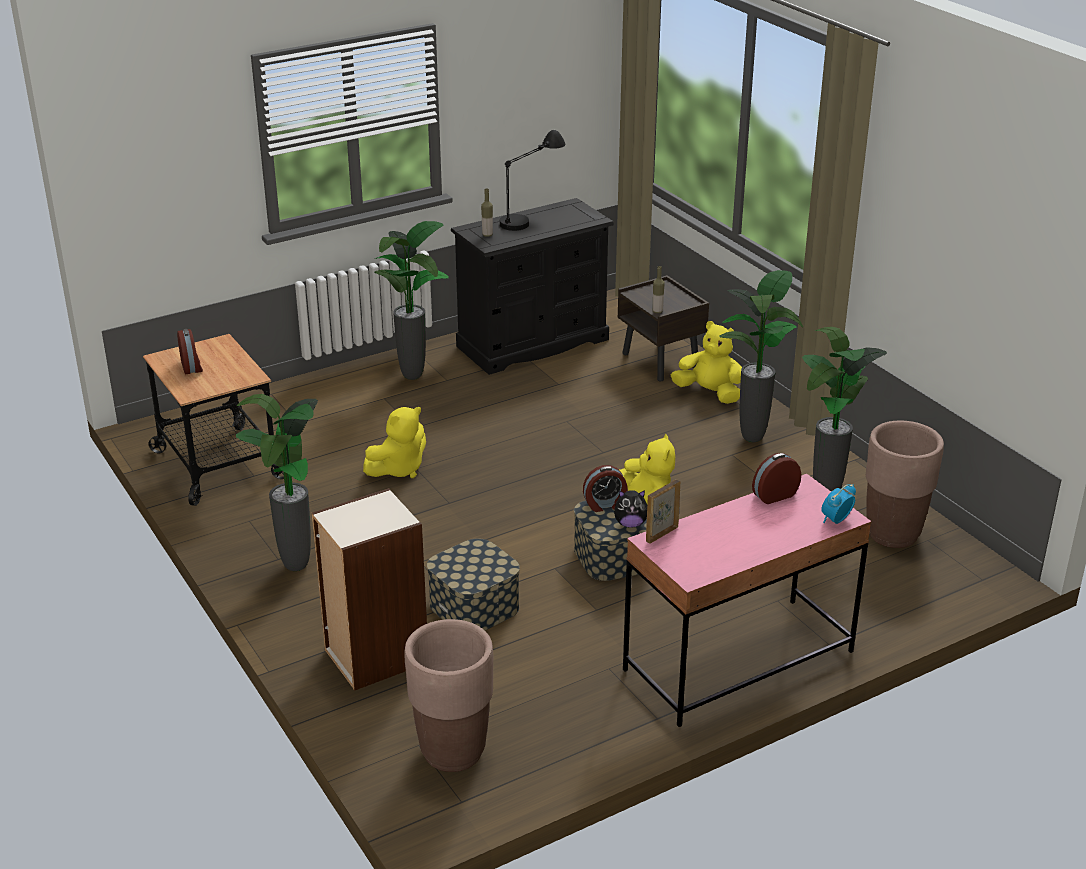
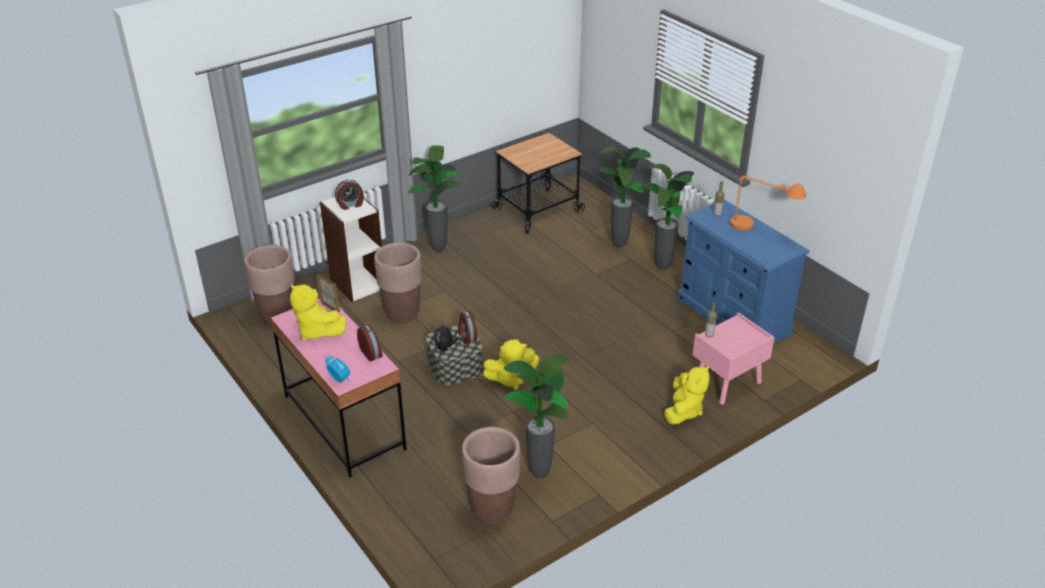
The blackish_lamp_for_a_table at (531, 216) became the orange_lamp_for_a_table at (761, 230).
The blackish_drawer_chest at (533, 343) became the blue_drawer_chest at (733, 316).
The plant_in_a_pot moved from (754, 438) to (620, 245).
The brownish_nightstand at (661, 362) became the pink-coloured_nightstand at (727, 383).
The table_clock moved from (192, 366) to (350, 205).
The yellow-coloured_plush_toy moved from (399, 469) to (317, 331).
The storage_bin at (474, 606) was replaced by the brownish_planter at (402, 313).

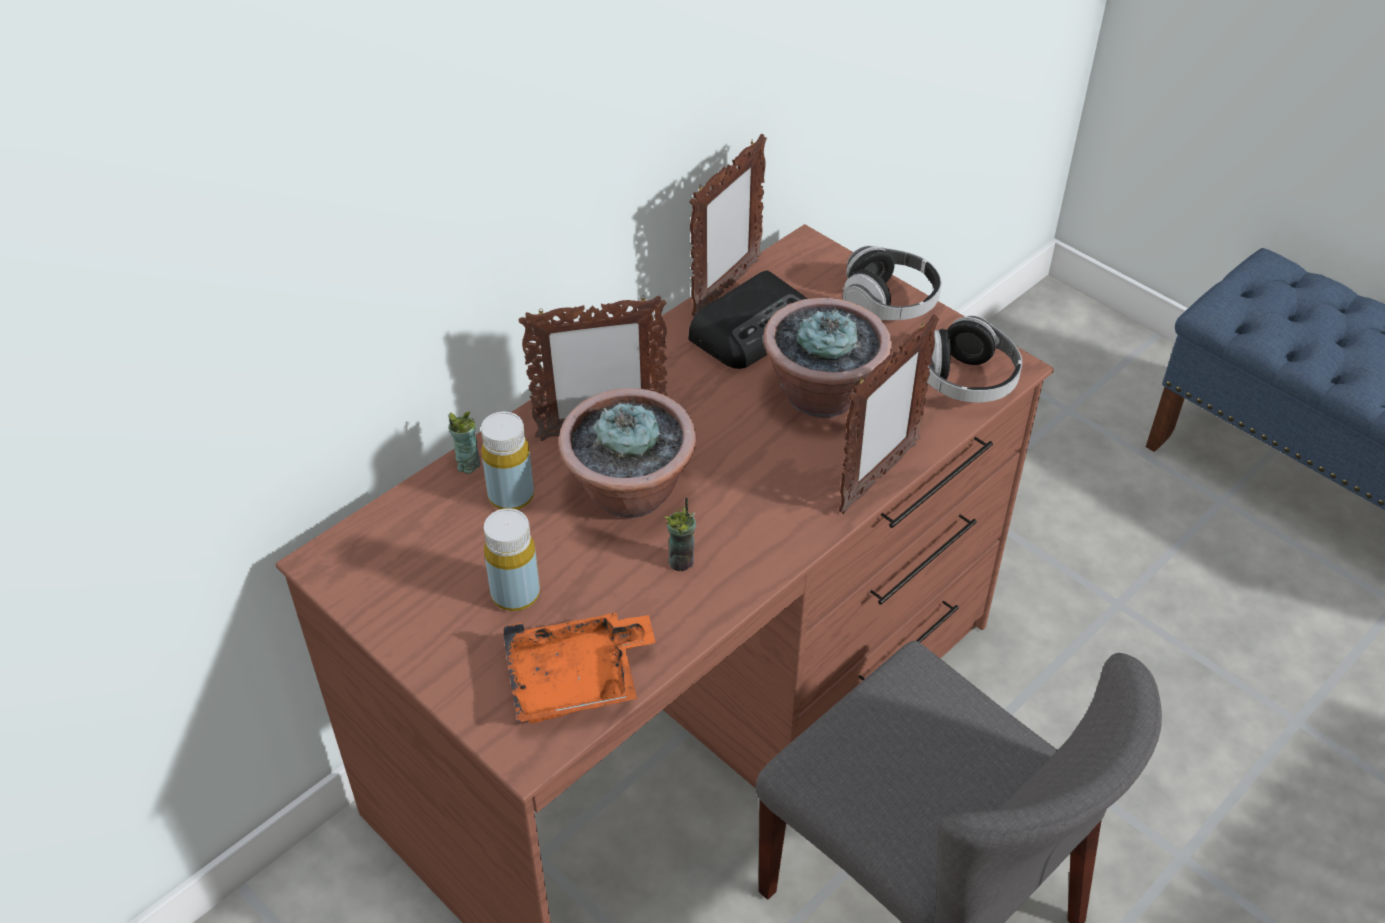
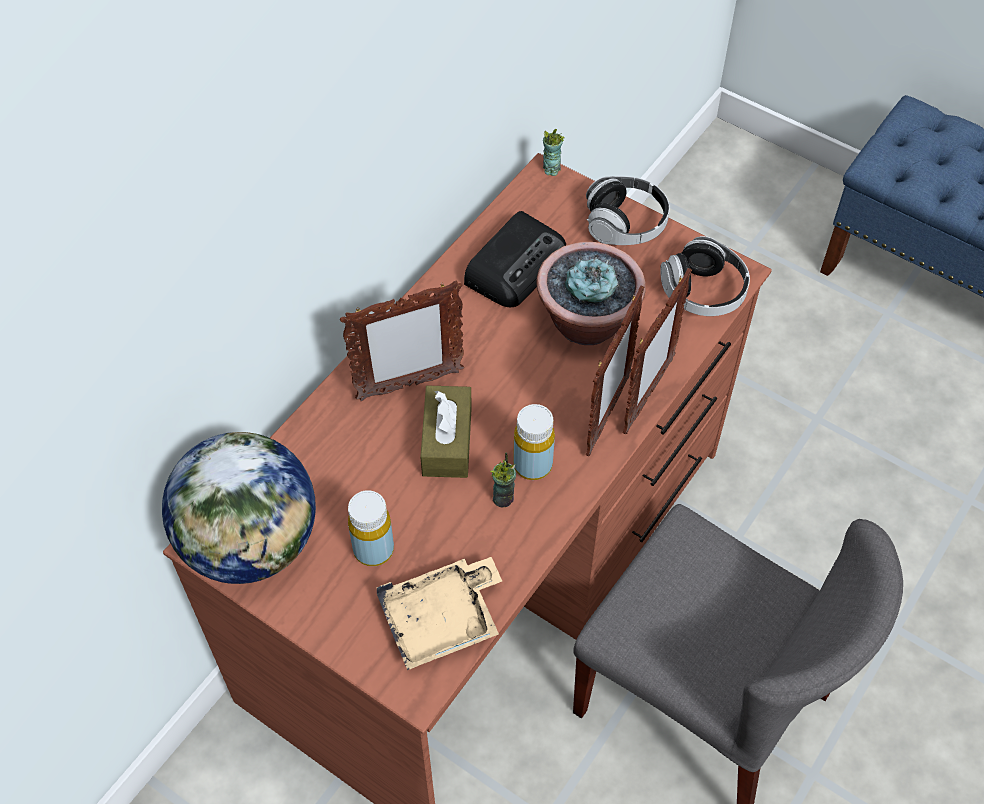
The picture_frame moved from (725, 289) to (607, 415).
The plant_in_a_pot at (630, 494) was replaced by the brownish_box_of_tissues at (447, 441).
The small_cup moved from (468, 464) to (551, 169).
The yellow-coloured_drink_bottle moved from (511, 496) to (532, 465).
The orange_carrying_tray at (577, 680) became the sand-coloured_carrying_tray at (443, 620).
The world_globe at (252, 543) appeared.

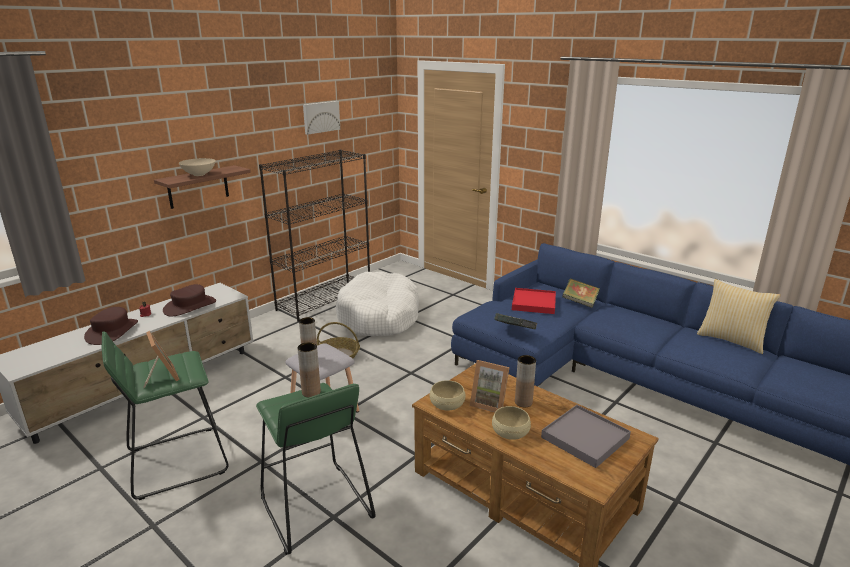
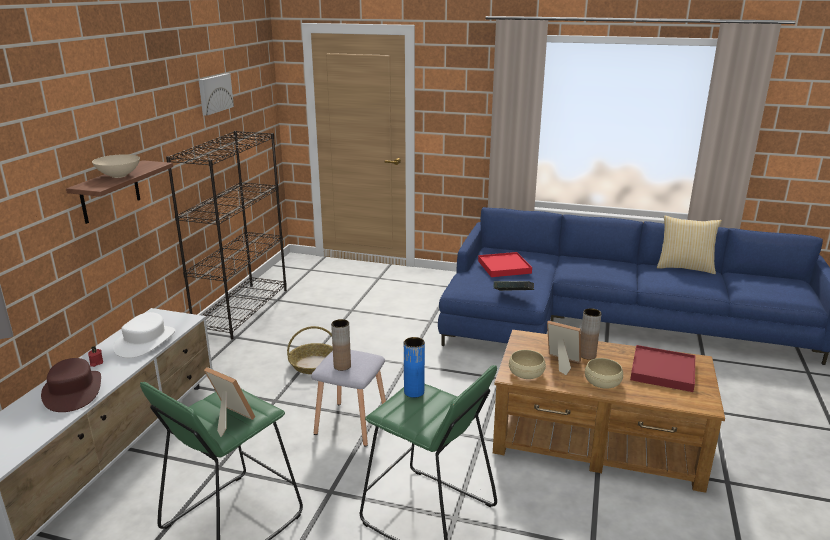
The white_pet_bed at (379, 316) disappeared.
The bound_book at (580, 302) disappeared.
The brownish_hat at (190, 306) became the white_hat at (145, 341).
The brownish_decorative_vase at (311, 392) became the blue_decorative_vase at (414, 392).
The picture_frame at (489, 403) turned 150 degrees counterclockwise.
The gray_carrying_tray at (585, 438) became the red_carrying_tray at (662, 371).

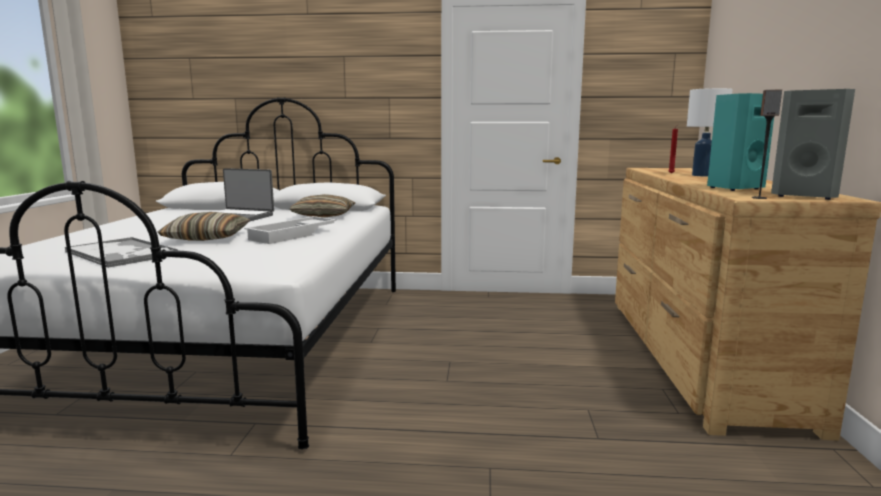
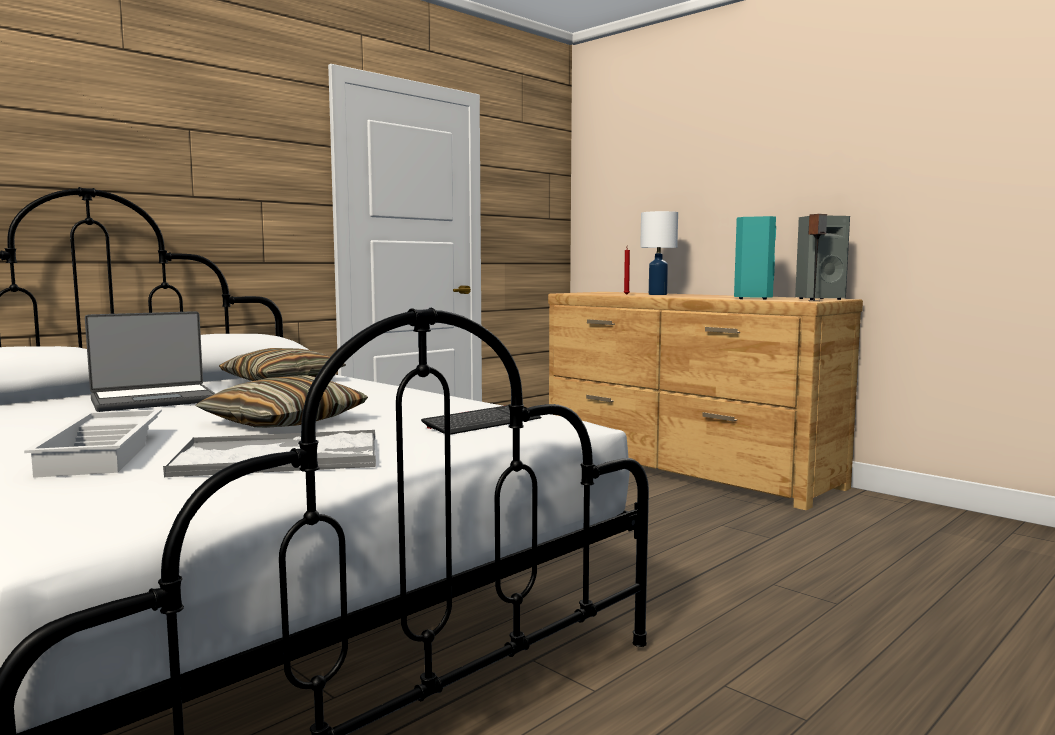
The white_carrying_tray moved from (293, 235) to (106, 452).
The keyboard at (482, 423) appeared.

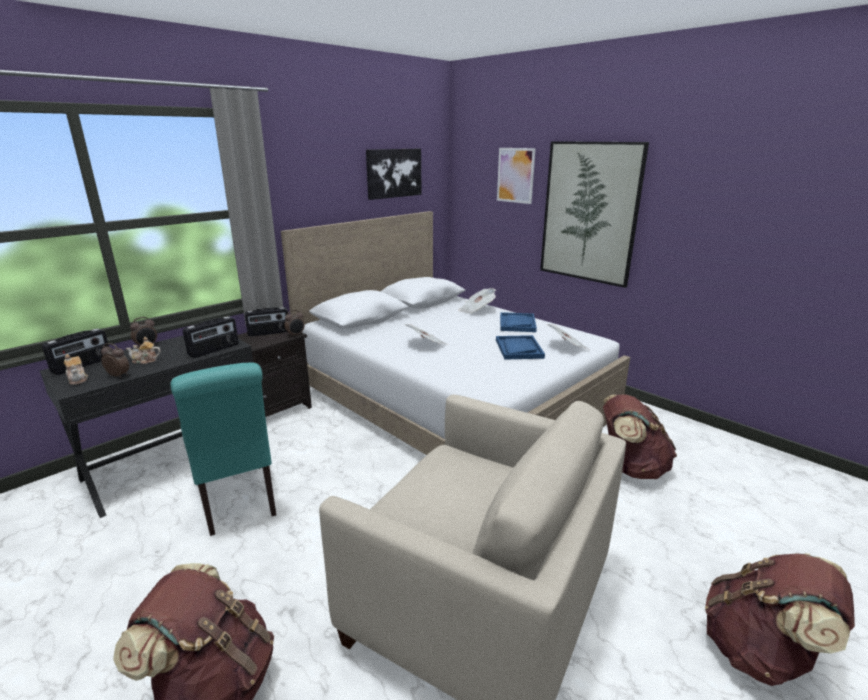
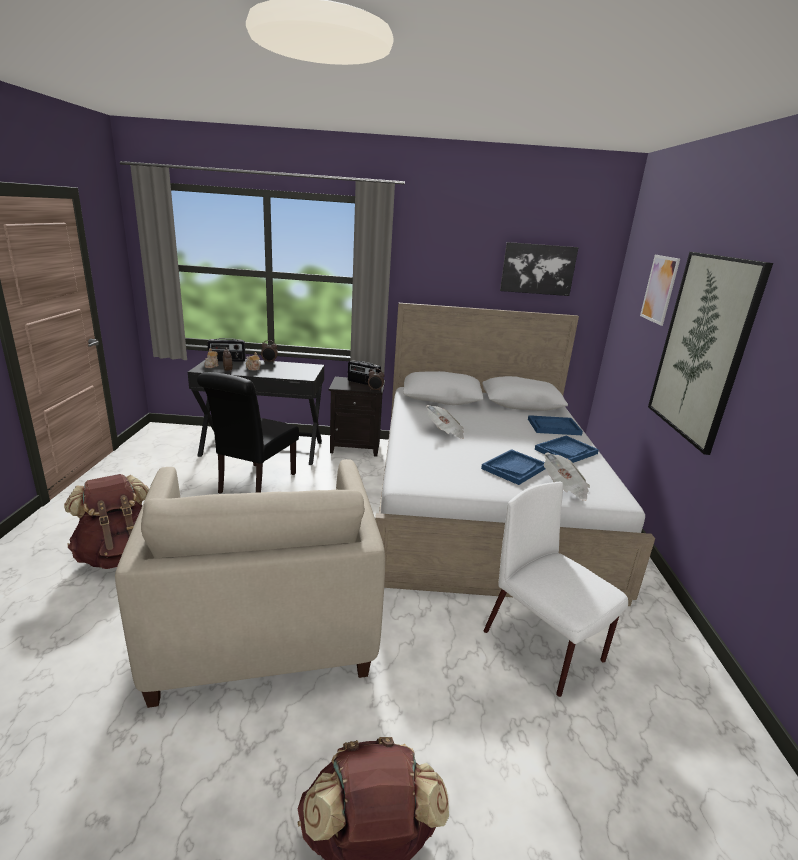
The printed_paper at (476, 310) was replaced by the blue_carrying_tray at (553, 427).
The radio_set at (214, 350) disappeared.
The turquoise_upright_chair at (238, 501) became the blackish_upright_chair at (254, 485).
The brownish_knapsack at (630, 467) was replaced by the white_upright_chair at (544, 647).

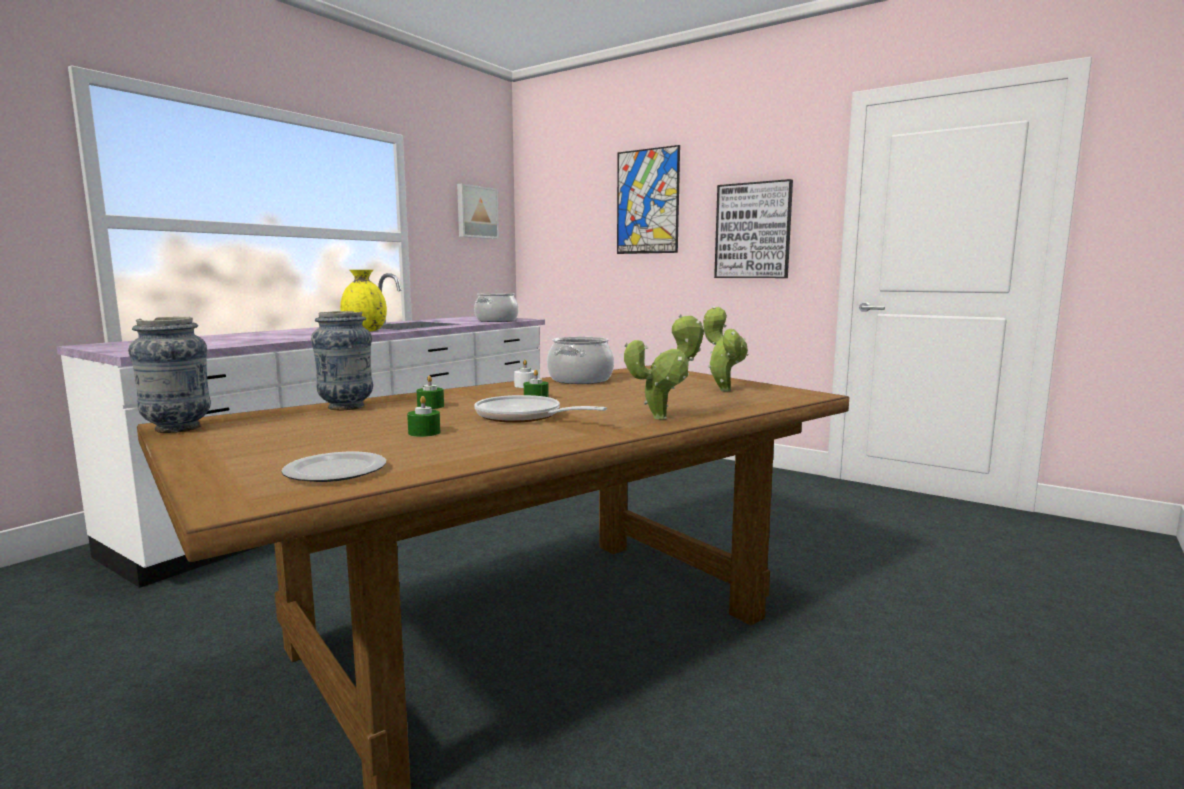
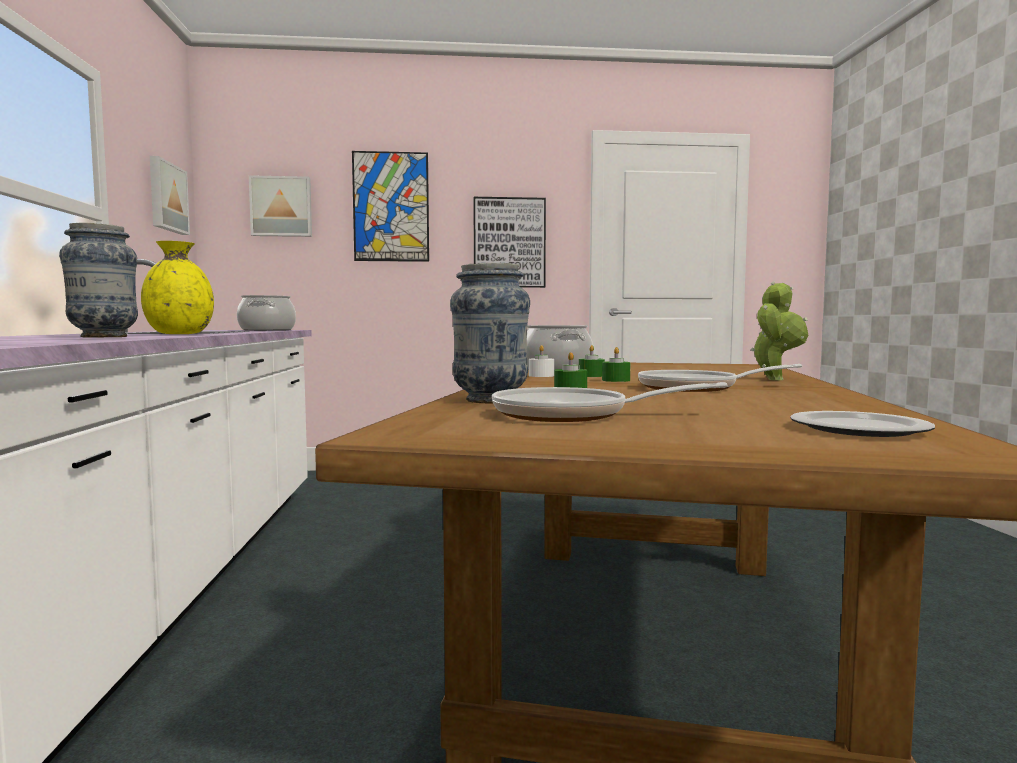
The plant_in_a_pot at (723, 389) disappeared.
The decorative_vase moved from (177, 428) to (104, 337).
The green-coloured_wax_light moved from (424, 433) to (591, 376).
The wall_art at (281, 207) appeared.
The pan at (572, 415) appeared.

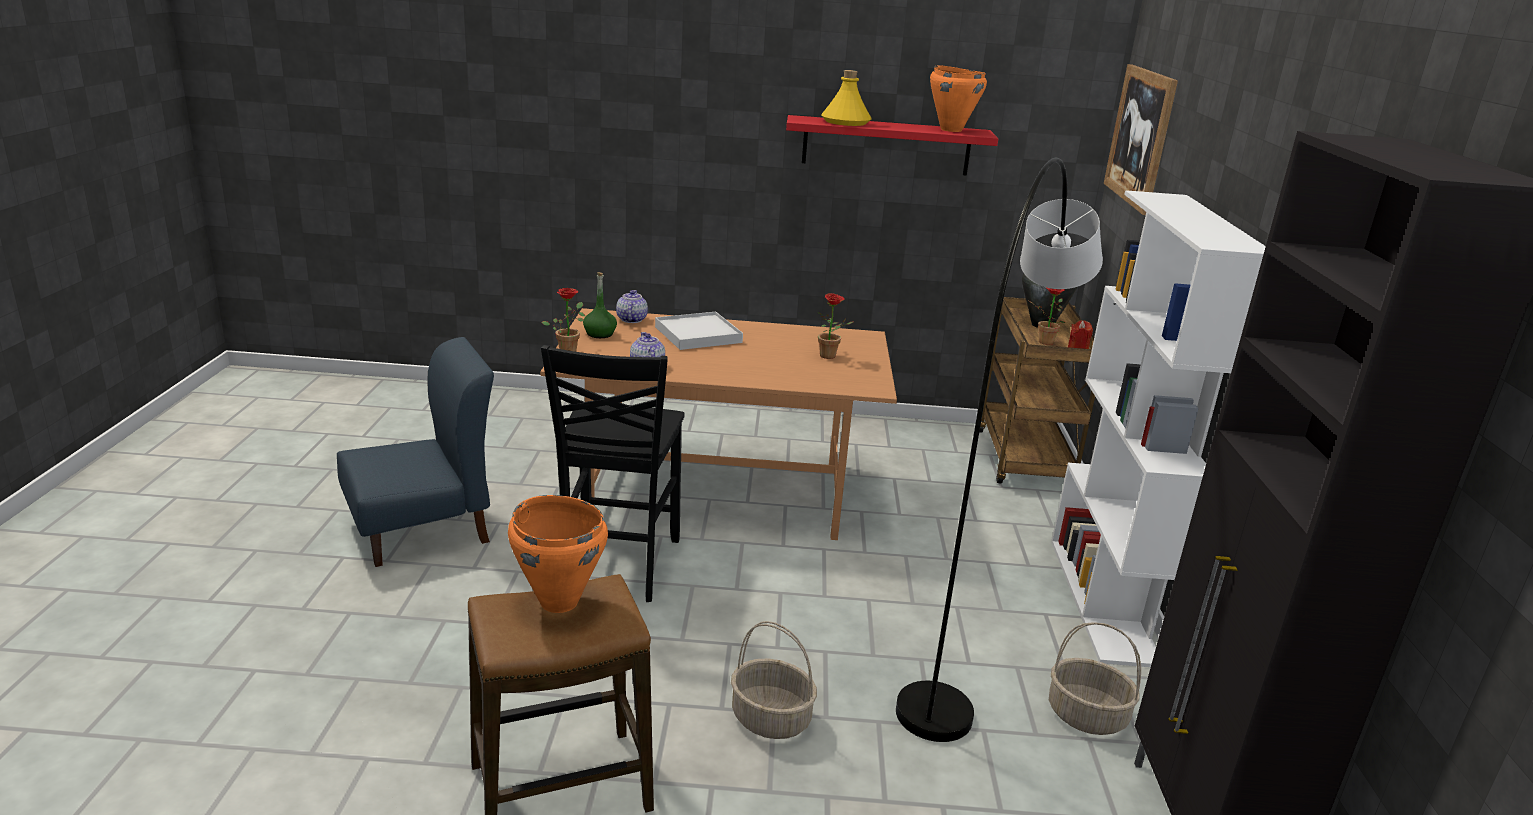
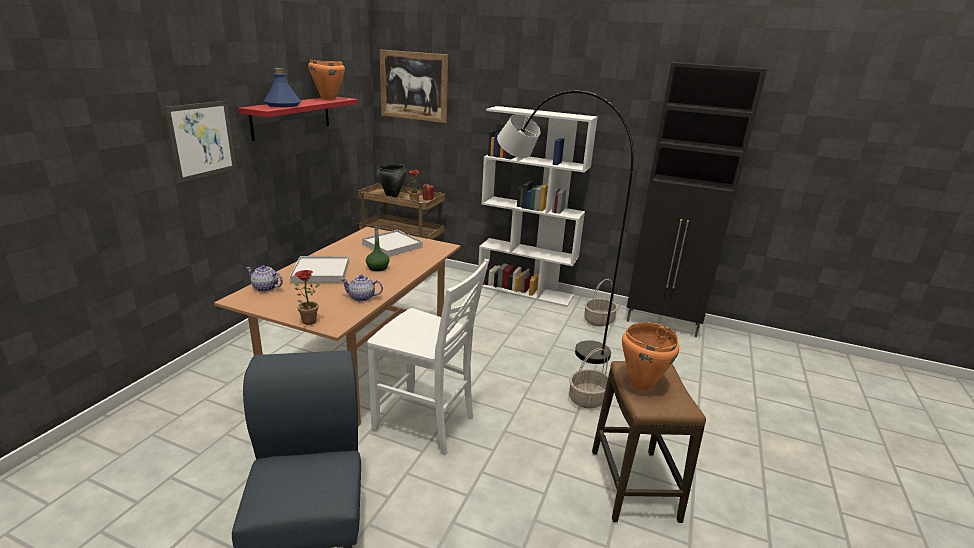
The yellow-coloured_drink_bottle at (845, 122) became the blue_drink_bottle at (283, 105).
The green-coloured_drink_bottle moved from (600, 334) to (377, 268).
The plant_in_a_pot at (831, 356) was replaced by the white_carrying_tray at (392, 246).
The blackish_upright_chair at (617, 566) became the white_upright_chair at (426, 423).
The wall_art at (202, 140) appeared.

